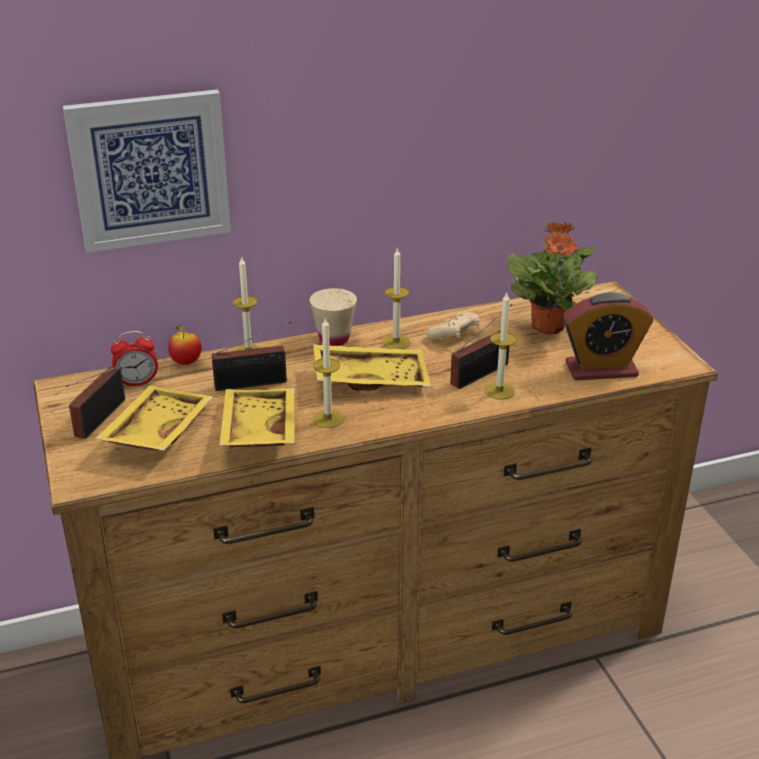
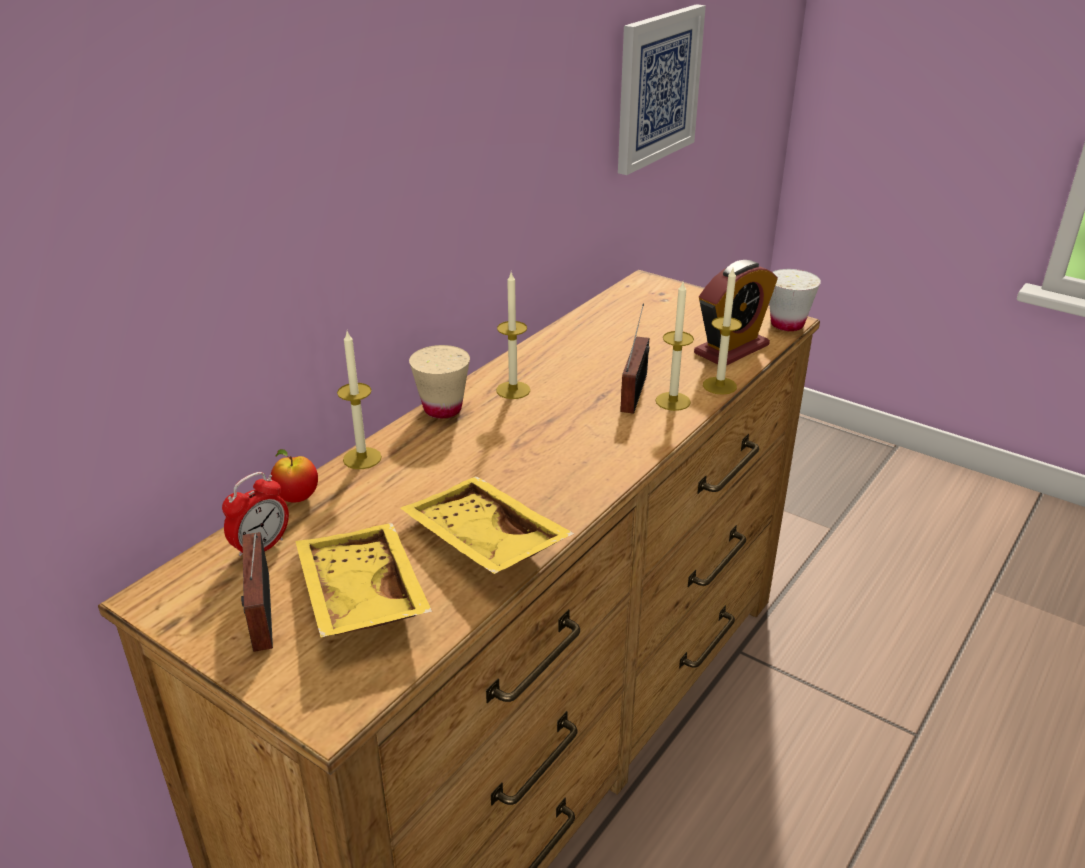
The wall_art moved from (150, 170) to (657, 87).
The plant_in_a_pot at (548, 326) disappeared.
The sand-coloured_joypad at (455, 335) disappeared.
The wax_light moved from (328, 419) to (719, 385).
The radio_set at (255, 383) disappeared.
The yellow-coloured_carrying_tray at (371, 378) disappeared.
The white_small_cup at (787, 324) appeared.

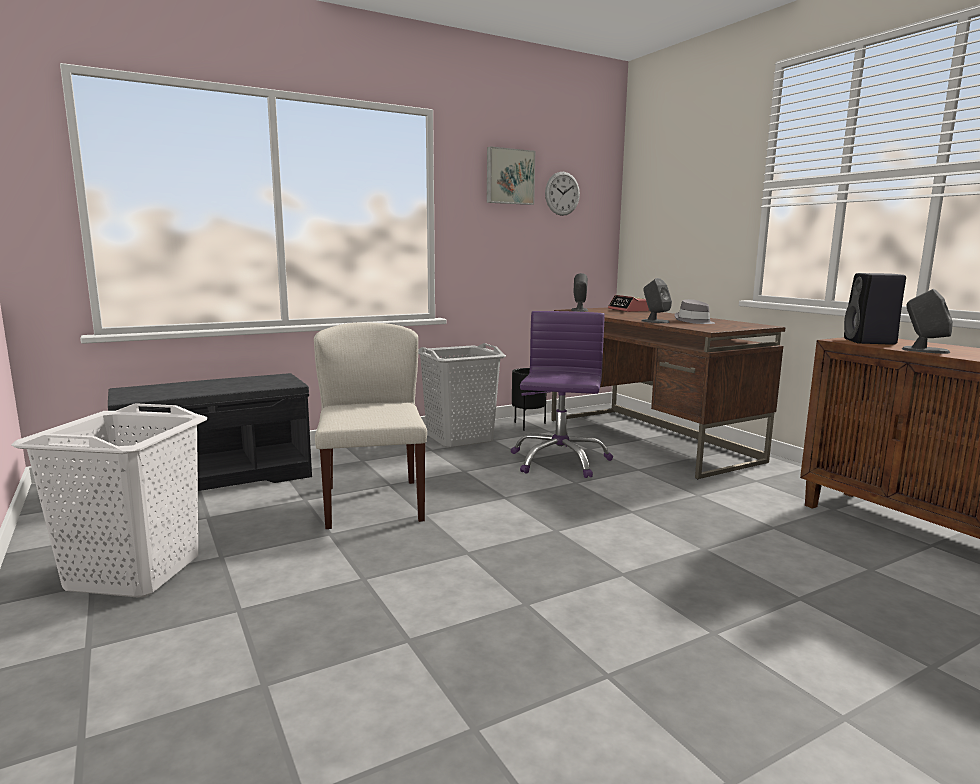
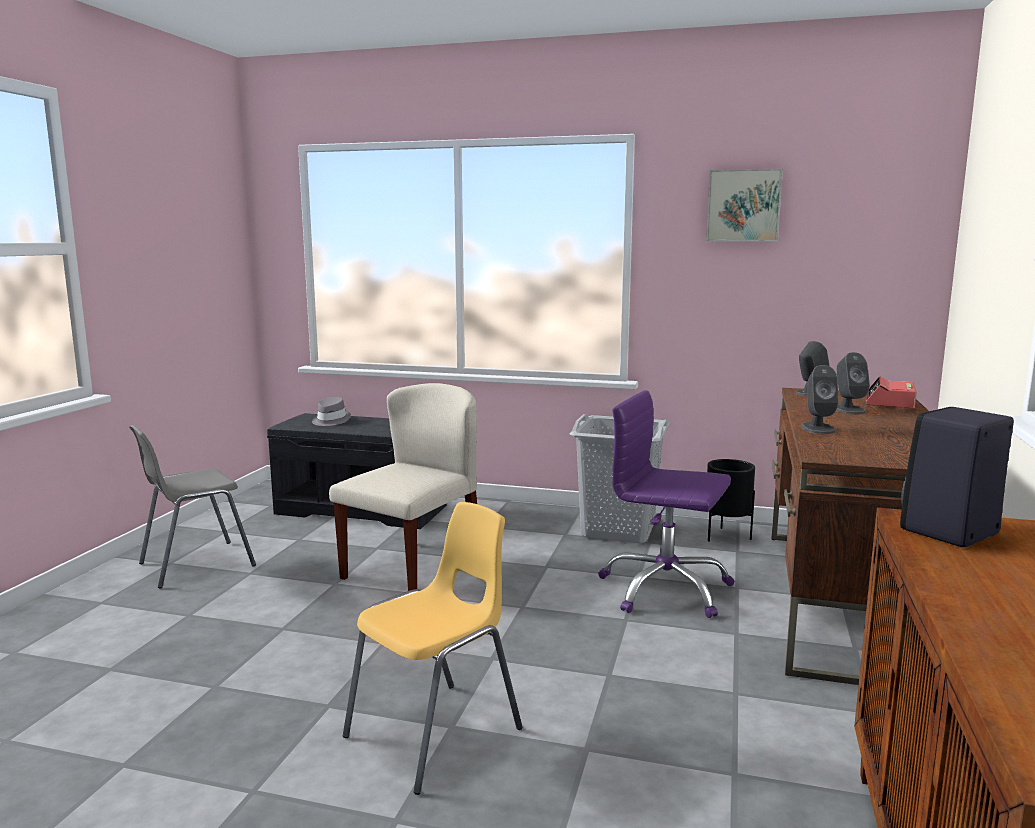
The hanging_clock at (562, 193) disappeared.
The gray_loudspeaker moved from (924, 350) to (848, 410).
The gray_hat moved from (694, 321) to (330, 420).
The purple-coloured_computer_chair at (559, 461) turned 120 degrees counterclockwise.
The white_laundry_basket at (133, 573) was replaced by the gray_upright_chair at (195, 564).
The yellow-coloured_upright_chair at (436, 733) appeared.

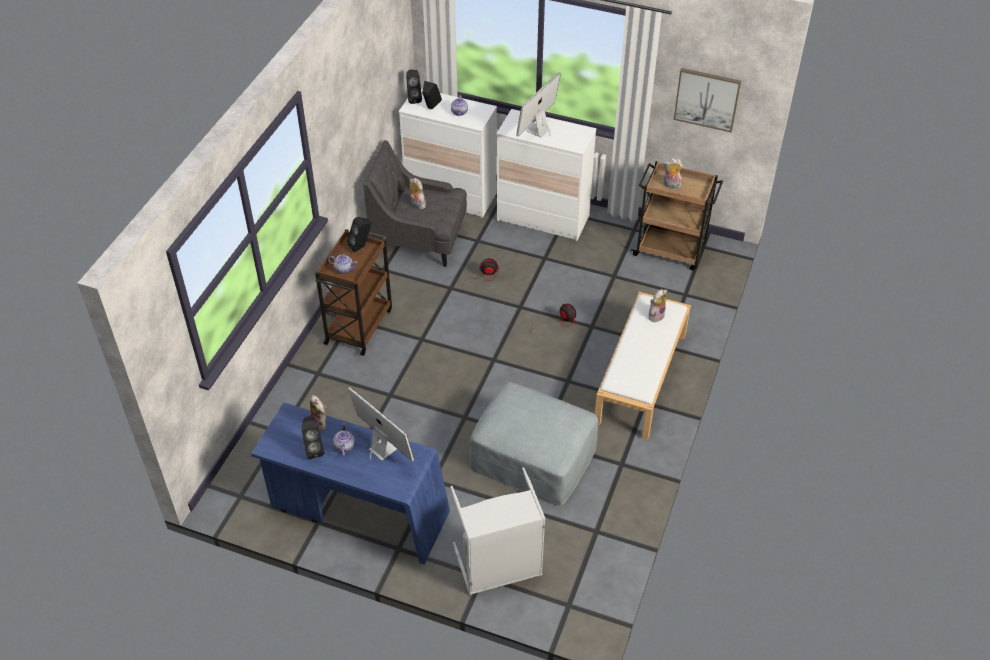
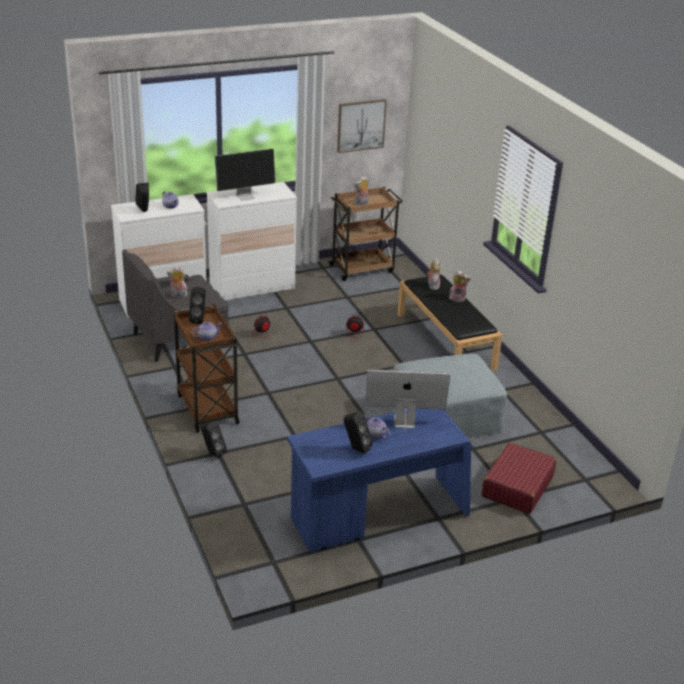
The blackish_loudspeaker moved from (413, 99) to (212, 453).
The monitor at (538, 131) turned 105 degrees counterclockwise.
The white_bench at (641, 379) became the blackish_bench at (446, 341).
The plush_toy moved from (320, 423) to (458, 298).
The gray_laundry_basket at (499, 568) was replaced by the red_suitcase at (517, 487).

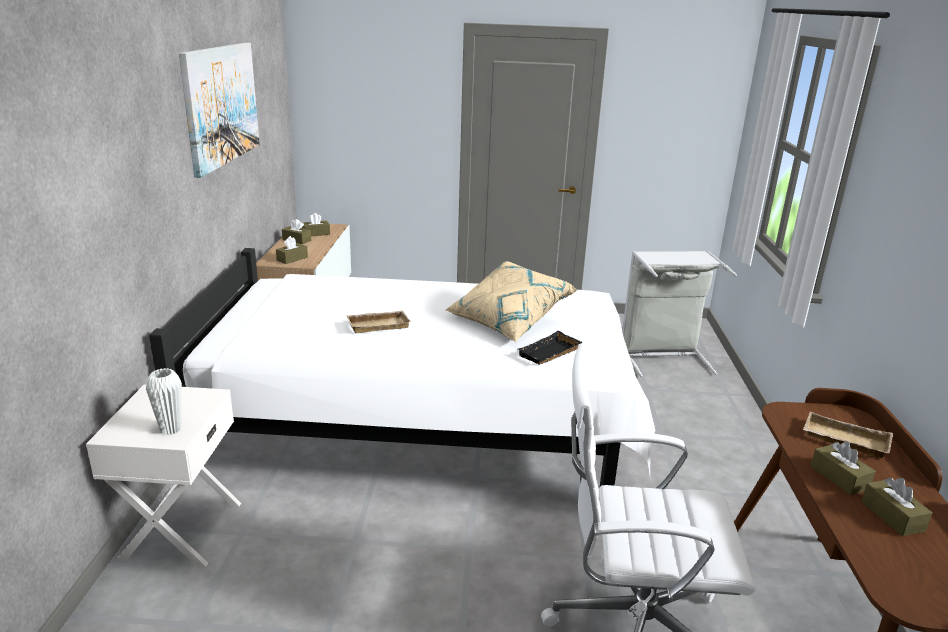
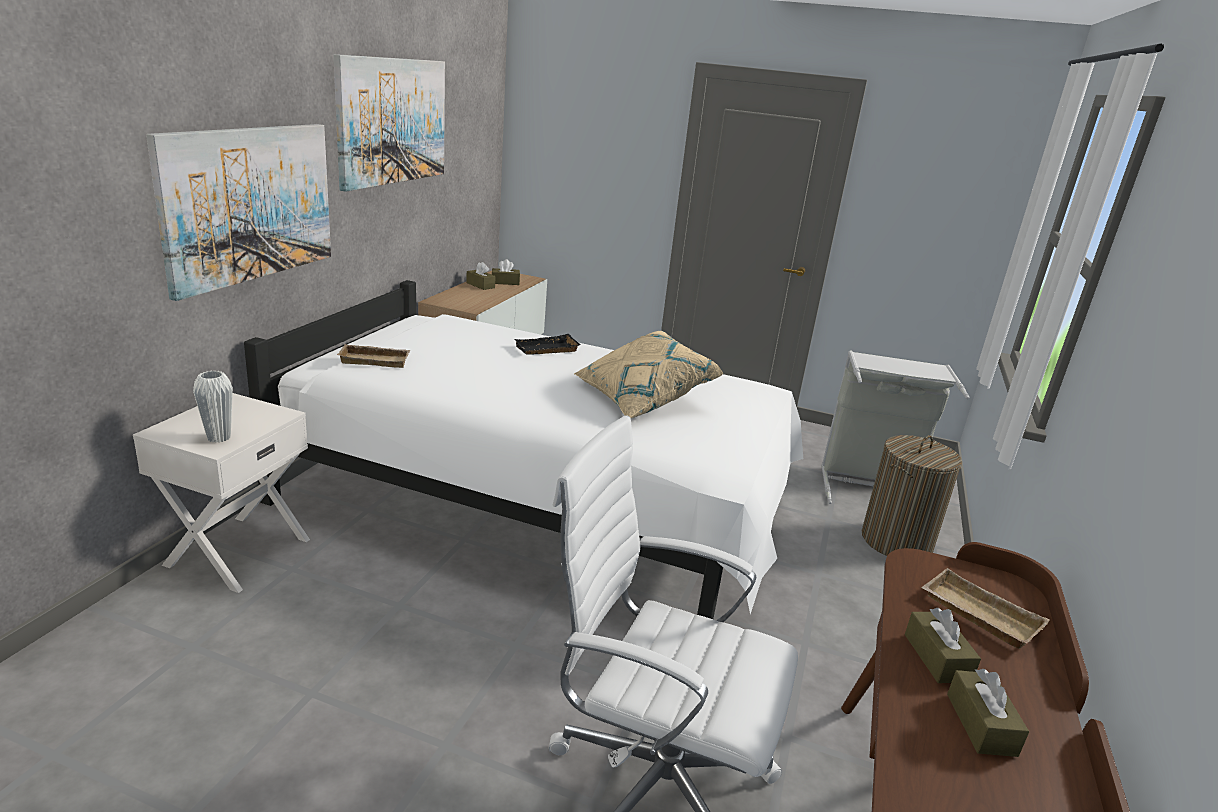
The brownish_box_of_tissues at (292, 259) disappeared.
The sand-coloured_carrying_tray moved from (378, 325) to (376, 360).
The blackish_carrying_tray moved from (550, 354) to (546, 350).
The wall_art at (249, 204) appeared.
The laundry_basket at (896, 541) appeared.

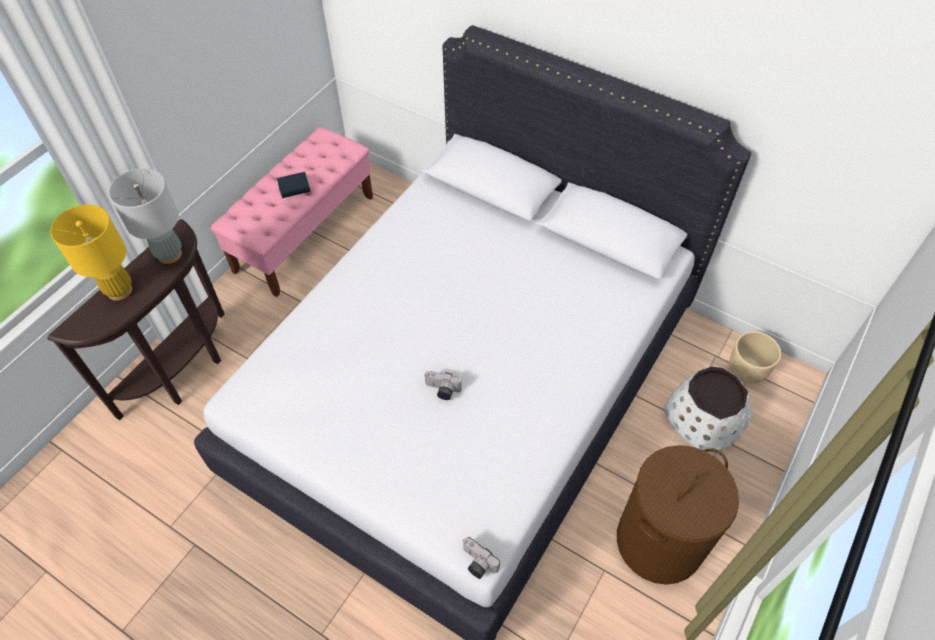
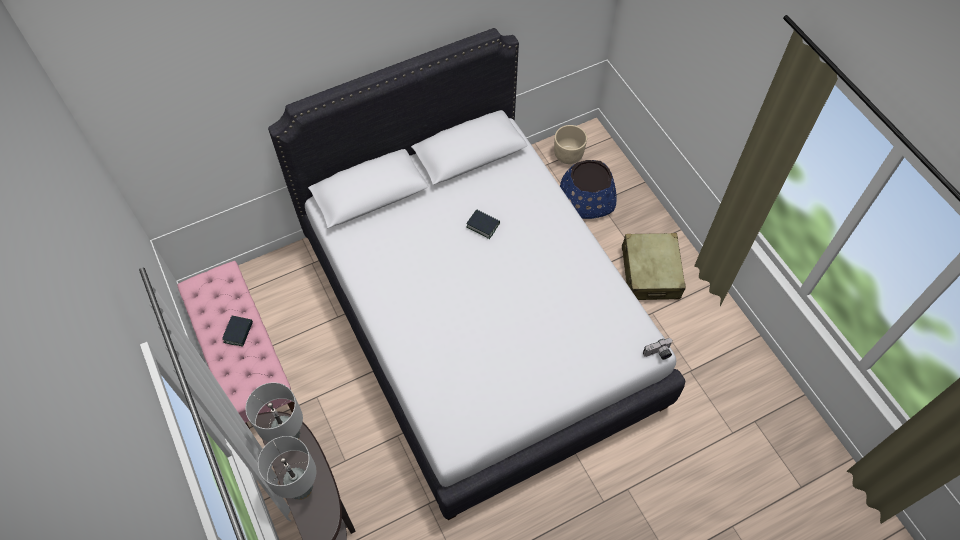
The yellow-coloured_lamp_for_a_table at (119, 291) became the gray_lamp_for_a_table at (301, 488).
The white_planter at (704, 419) became the blue_planter at (586, 199).
The still_camera at (442, 391) disappeared.
The brownish_laundry_basket at (659, 541) was replaced by the sand-coloured_suitcase at (650, 273).
The bound_book at (483, 225) appeared.

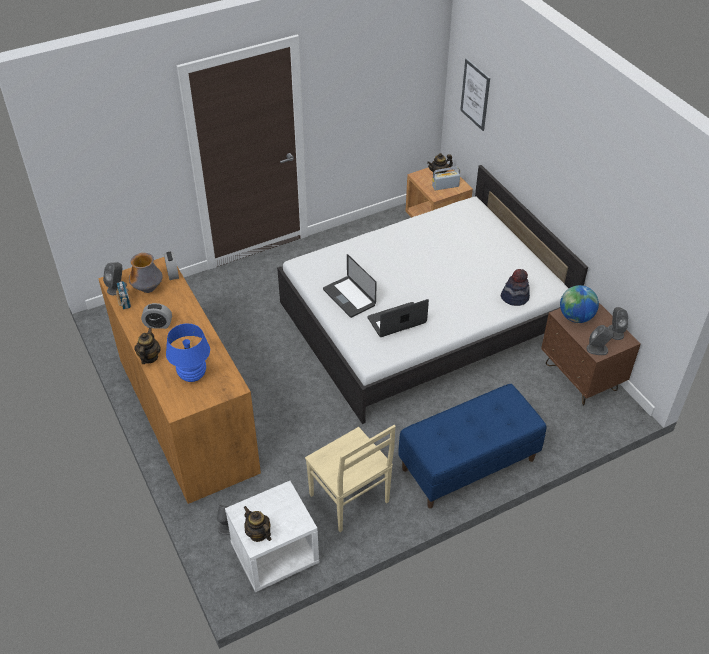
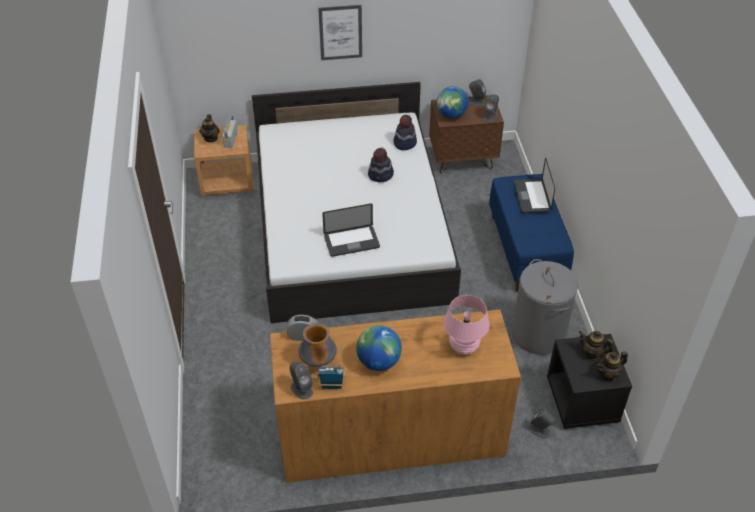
The wall_art moved from (475, 94) to (340, 32).
The portable_computer moved from (396, 321) to (532, 197).
The table_clock at (158, 324) was replaced by the world_globe at (378, 362).
The blue_lamp_for_a_table at (192, 375) became the pink-coloured_lamp_for_a_table at (463, 347).
The tea_pot moved from (149, 357) to (592, 353).
The sand-coloured_upright_chair at (350, 500) was replaced by the gray_laundry_basket at (538, 334).
The white_nightstand at (274, 556) became the blackish_nightstand at (582, 401).
The hat at (381, 175) appeared.

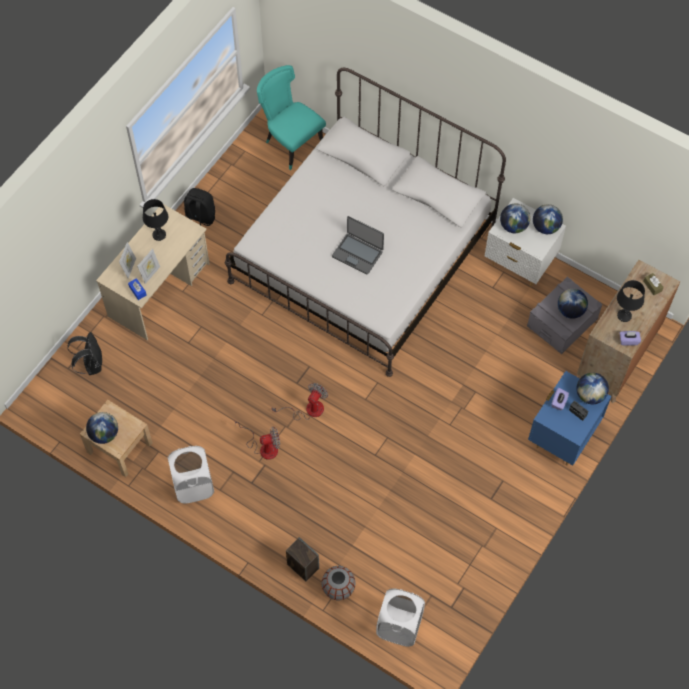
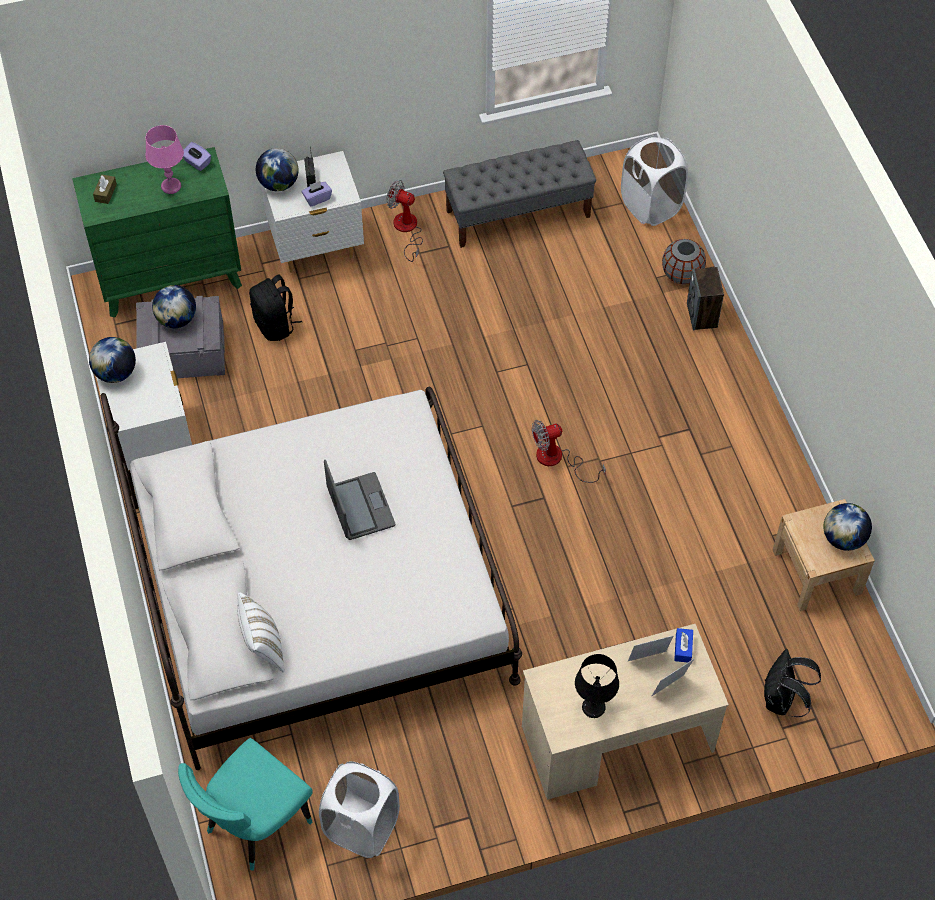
The turquoise_upright_chair at (291, 143) turned 45 degrees clockwise.
The blackish_knapsack moved from (200, 218) to (275, 325).
The world_globe at (513, 226) disappeared.
The brownish_drawer_chest at (617, 357) became the green-coloured_drawer_chest at (170, 279).
The blackish_lamp_for_a_table at (624, 315) became the pink-coloured_lamp_for_a_table at (171, 186).
The blue_nightstand at (562, 438) became the white_nightstand at (316, 248).
The fan moved from (263, 447) to (407, 230).
The white_laundry_basket moved from (193, 486) to (361, 827).
The gray_bench at (518, 213) appeared.
The white_throw_pillow at (263, 647) appeared.

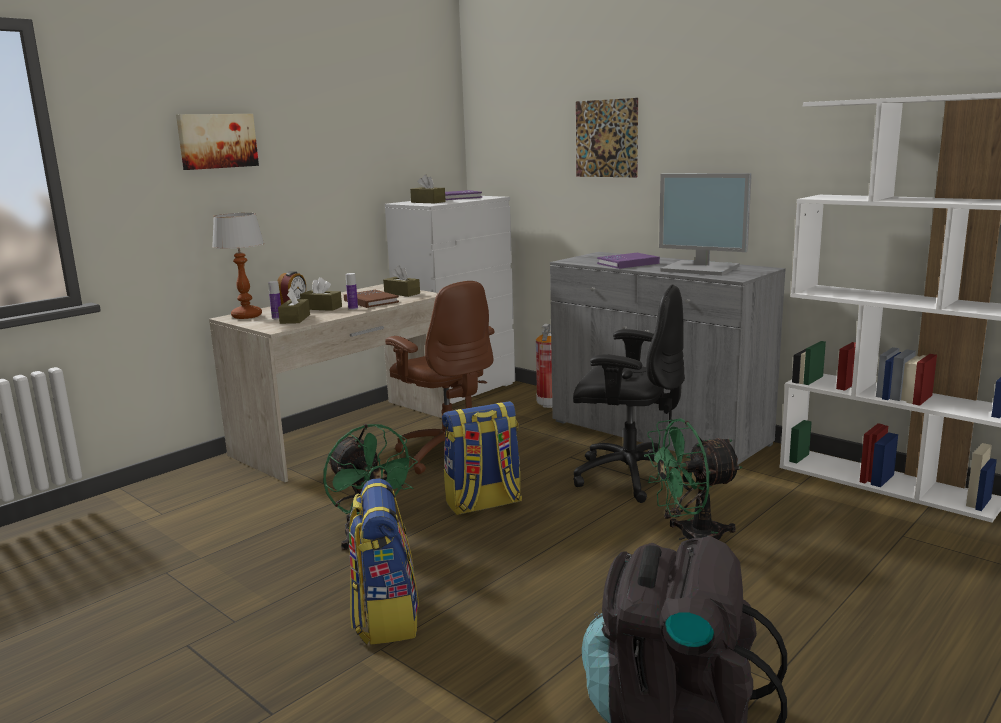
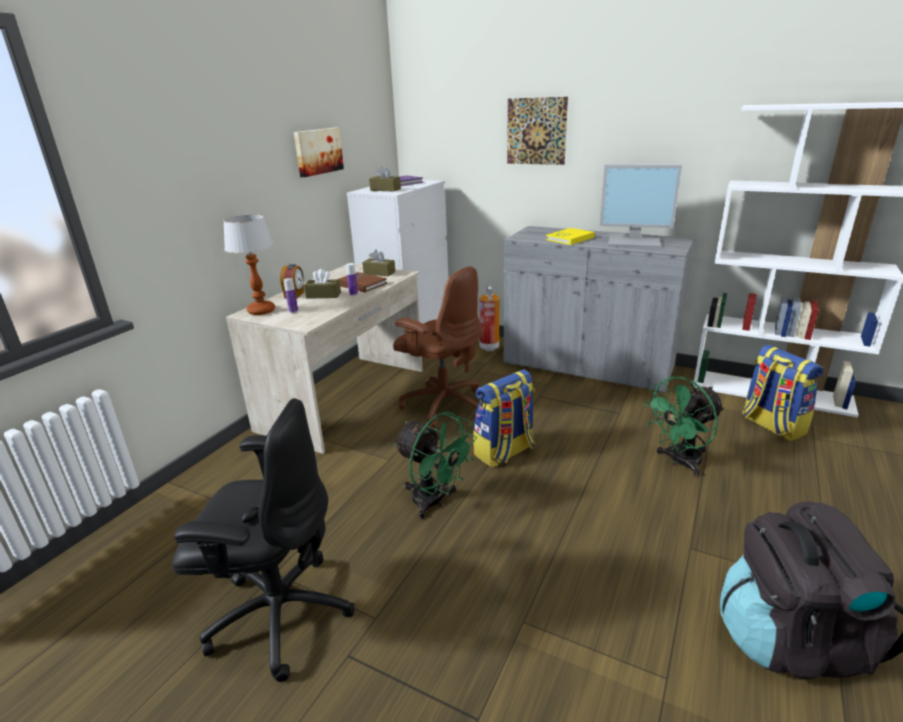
The wall_art moved from (217, 141) to (317, 151).
The purple-coloured_bound_book at (628, 263) became the yellow-coloured_bound_book at (570, 238).
The blackish_computer_chair moved from (628, 476) to (279, 614).
The brownish_box_of_tissues at (295, 319) disappeared.
The knapsack moved from (385, 617) to (771, 426).

